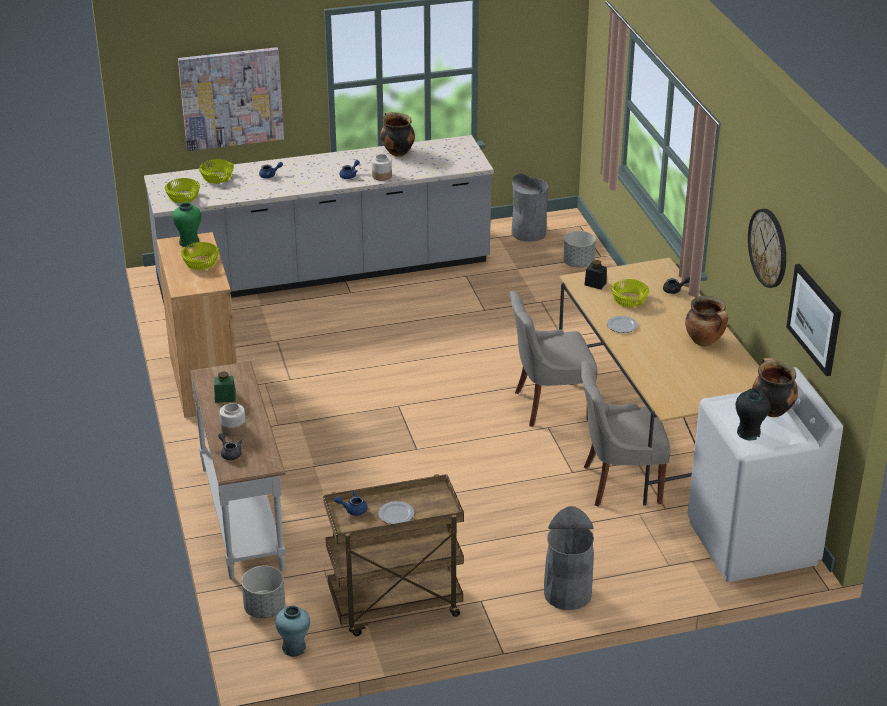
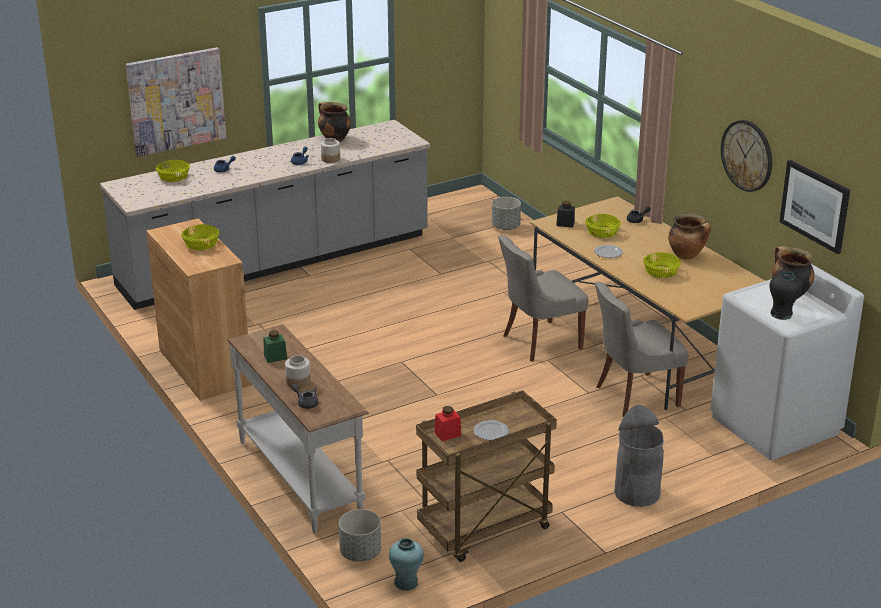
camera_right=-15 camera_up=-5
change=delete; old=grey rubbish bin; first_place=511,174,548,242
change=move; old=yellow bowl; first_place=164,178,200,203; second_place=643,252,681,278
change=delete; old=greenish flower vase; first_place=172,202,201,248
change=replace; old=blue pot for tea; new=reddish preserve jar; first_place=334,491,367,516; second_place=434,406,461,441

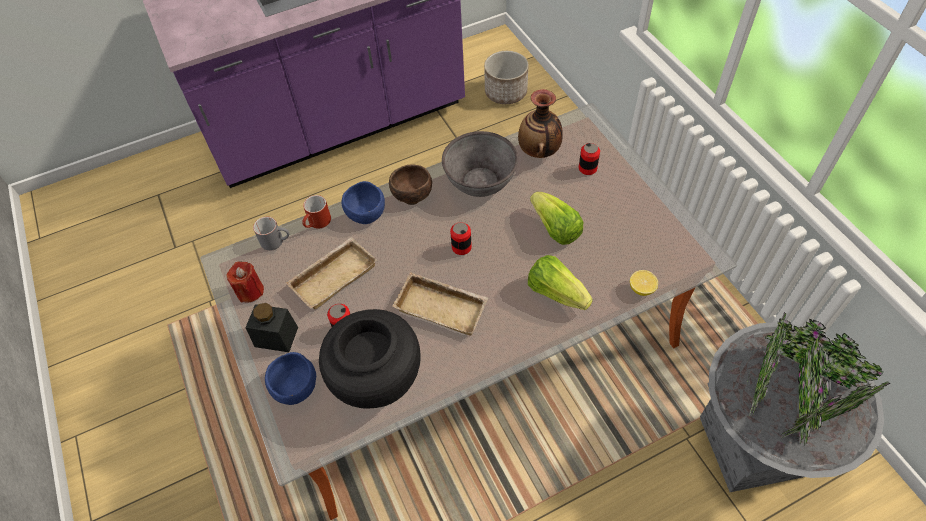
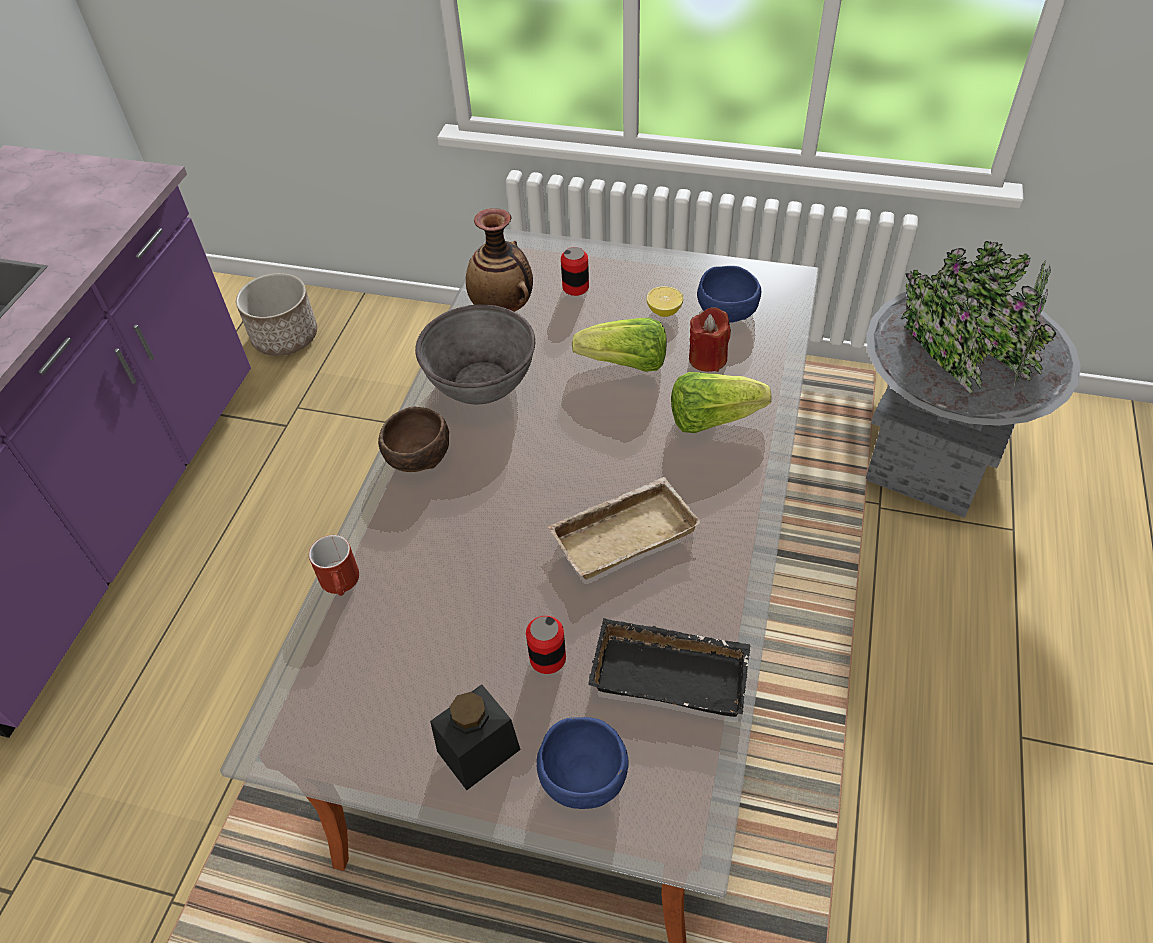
camera_right=-50 camera_up=-5
change=move; old=blue bowl; first_place=342,181,385,224; second_place=697,266,761,323
change=delete; old=grey tea mug; first_place=253,217,289,250
change=delete; old=sealed can; first_place=450,222,472,255
change=delete; old=sand-coloured carrying tray; first_place=286,237,377,310
change=move; old=reddish wax light; first_place=227,261,264,303; second_place=689,308,731,372
change=move; old=lemon; first_place=630,270,658,296; second_place=646,286,684,317
change=replace; old=black flower vase; new=black carrying tray; first_place=319,309,421,409; second_place=588,618,751,717

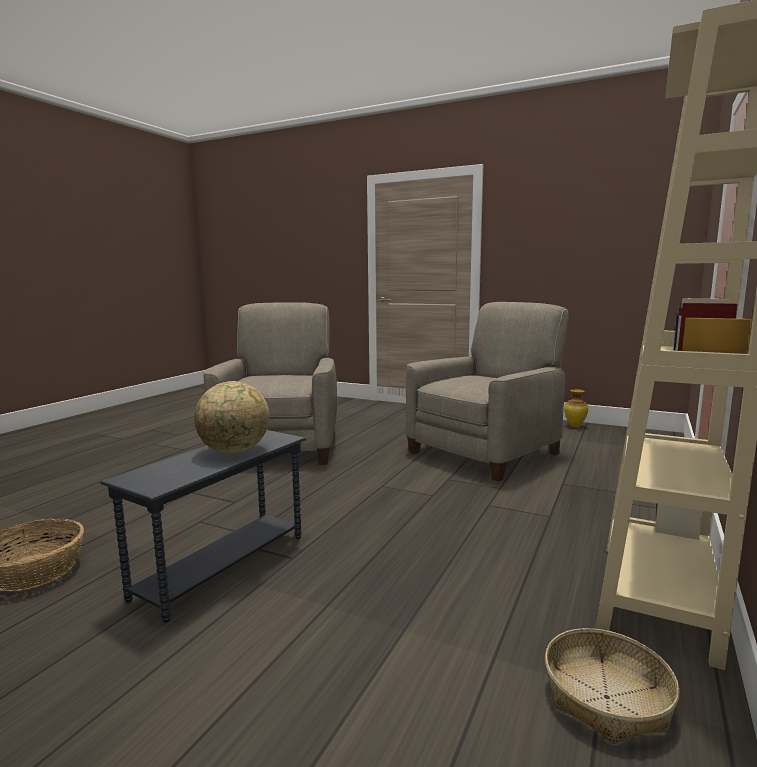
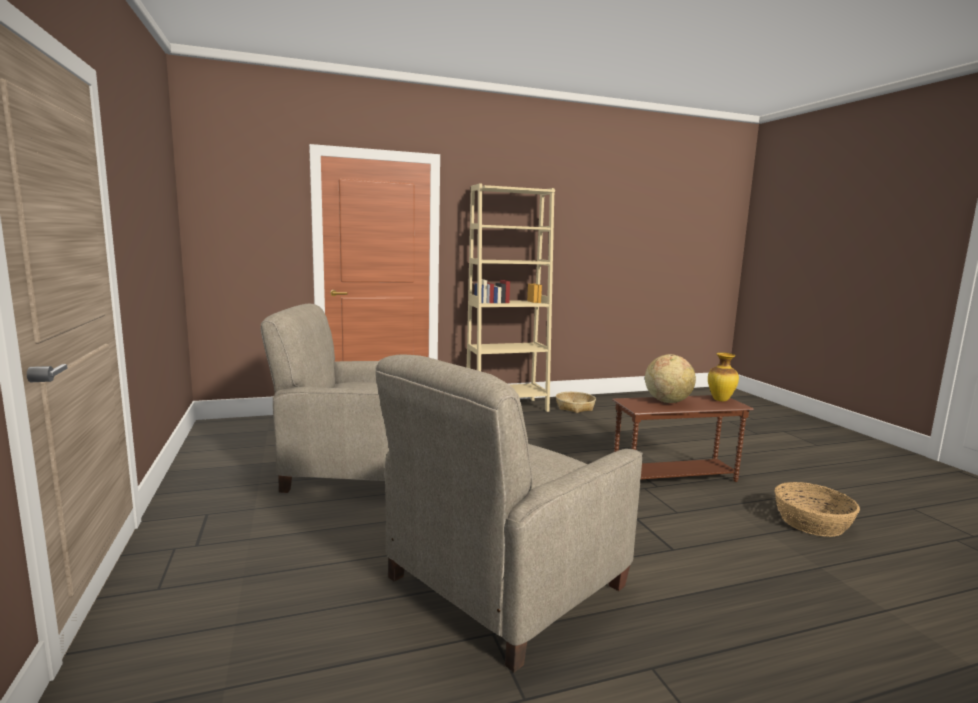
camera_right=-135 camera_up=0
change=move; old=flower vase; first_place=564,389,588,427; second_place=708,353,739,401
change=recolor; old=grey end table; new=brown-coloured end table; first_place=100,430,306,623; second_place=612,395,754,482

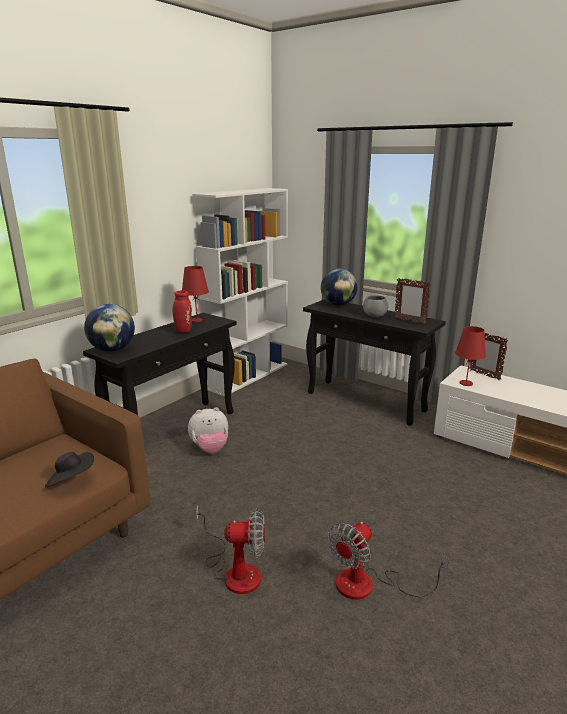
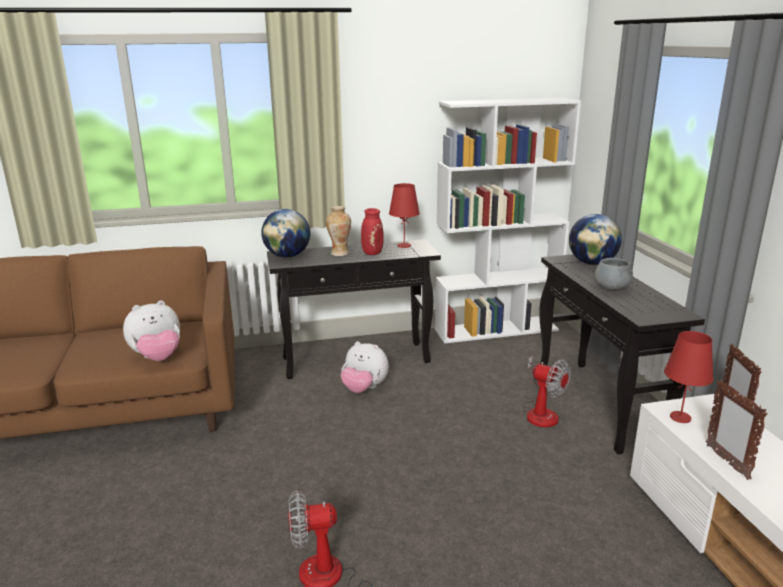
camera_right=40 camera_up=0
change=move; old=picture frame; first_place=394,278,431,324; second_place=706,380,768,480
change=replace; old=black clothing hat; new=plush toy; first_place=45,452,94,488; second_place=123,300,180,361
change=move; old=cooling fan; first_place=196,505,265,594; second_place=521,356,571,427
change=insert; new=flower vase; second_place=326,206,351,256

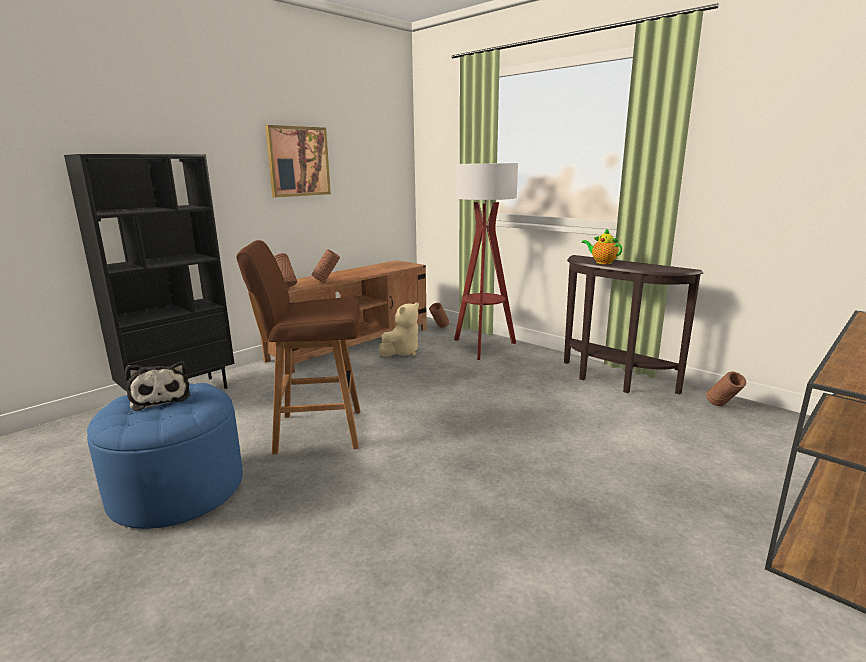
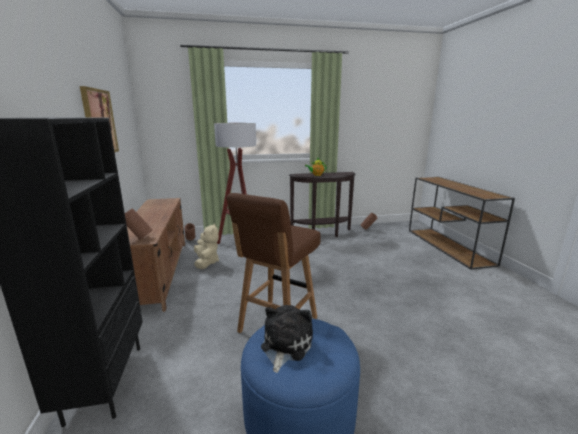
camera_right=-55 camera_up=0
change=delete; old=brown-coloured flower vase; first_place=312,249,340,282
change=rotate; old=plush toy; first_place=125,361,191,411; second_place=261,305,313,373; degrees=-75

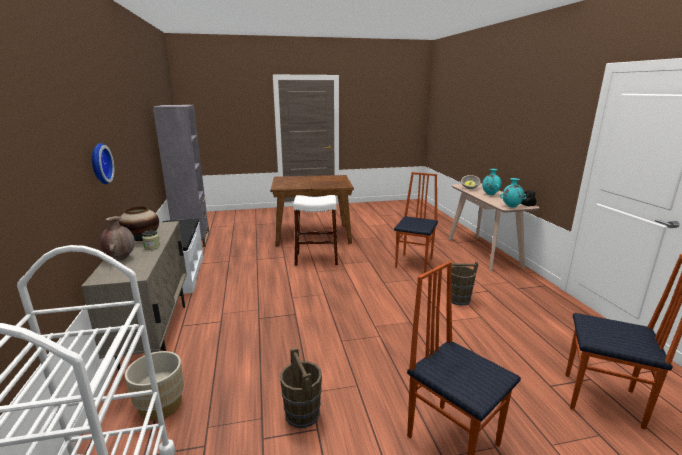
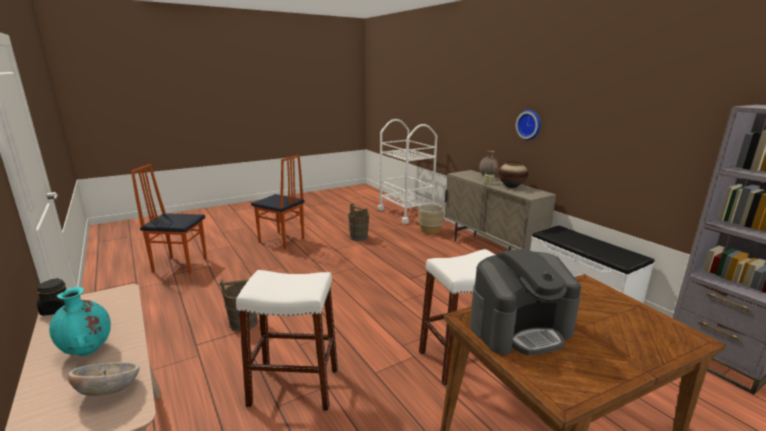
camera_right=160 camera_up=0
change=replace; old=plain chair; new=white-coloured stool seat; first_place=394,172,438,273; second_place=236,270,338,411
change=delete; old=blue-green flower vase; first_place=500,178,527,207
change=insert; new=coffee machine; second_place=470,249,581,355

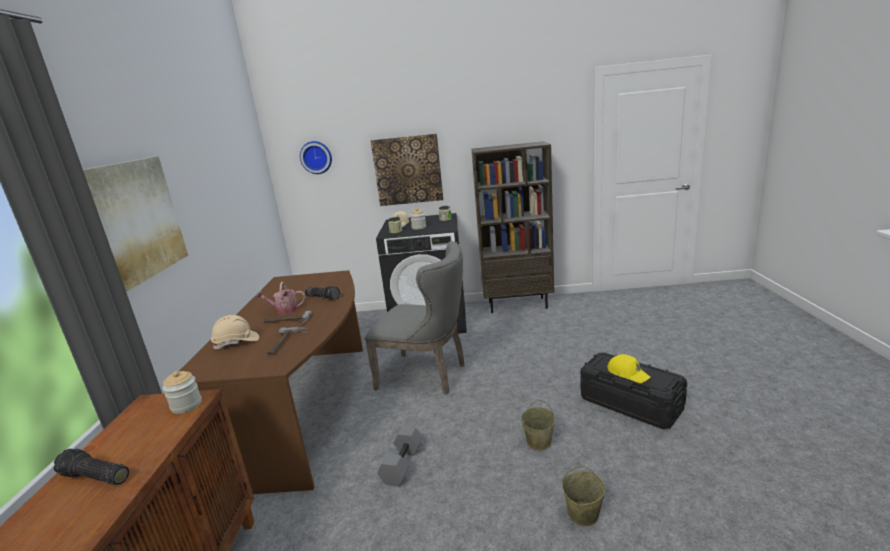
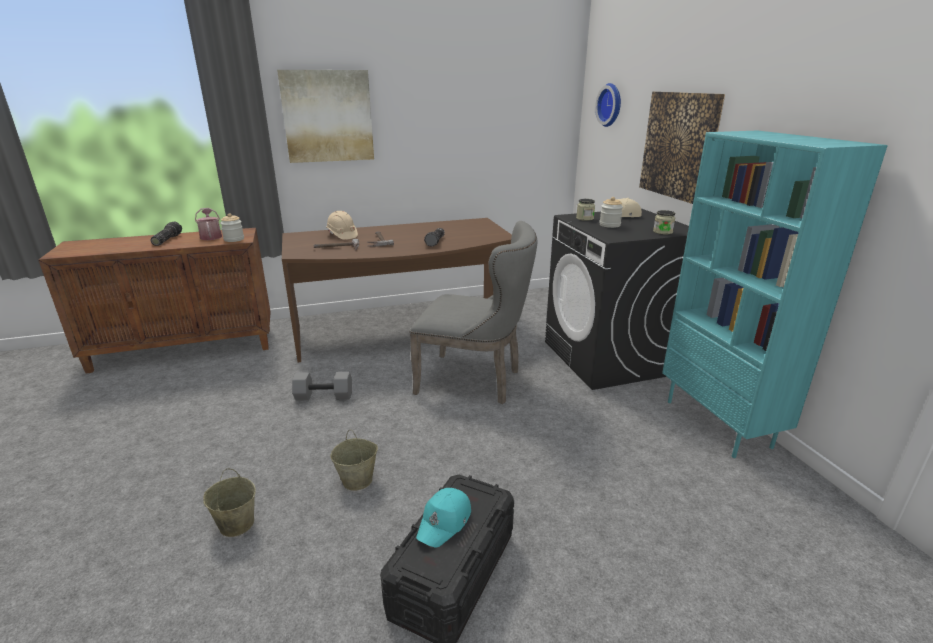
camera_right=70 camera_up=5
change=recolor; old=brown-coloured shelving unit; new=blue-green shelving unit; first_place=471,141,554,313; second_place=662,130,888,458
change=rotate; old=grey plain chair; first_place=365,241,465,395; second_place=409,221,538,404; degrees=-75
change=move; old=watering pot; first_place=256,282,305,314; second_place=195,208,222,240
change=recolor; old=yellow baseball cap; new=blue-green baseball cap; first_place=607,354,651,383; second_place=416,488,471,548

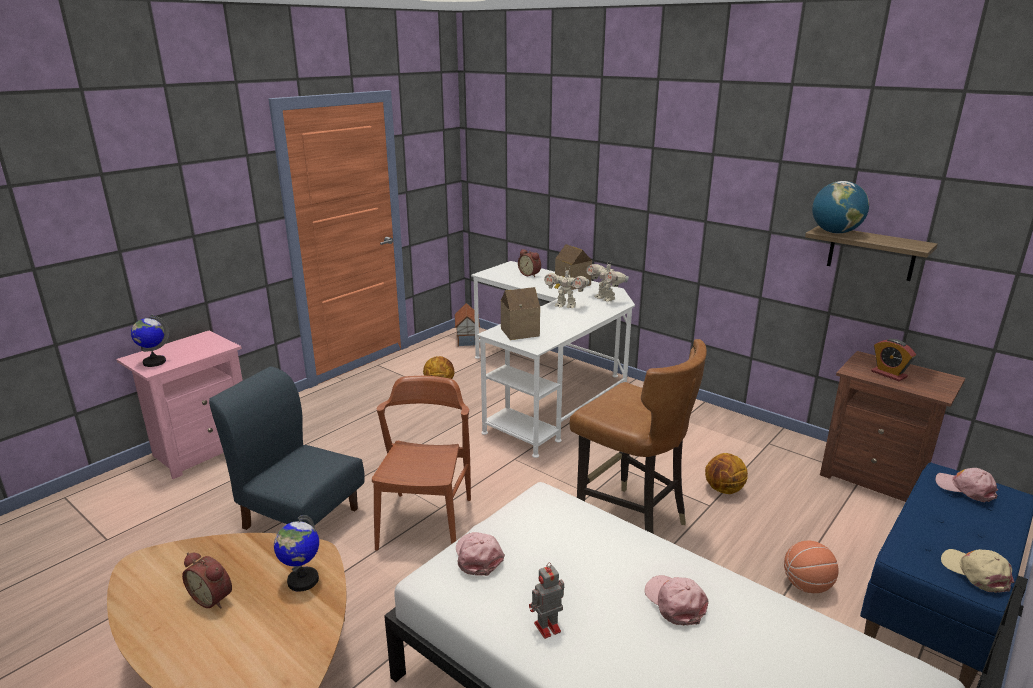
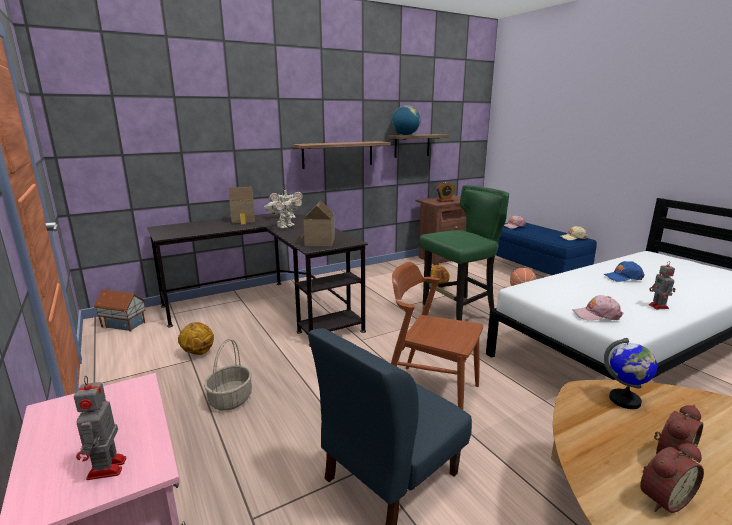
camera_right=-70 camera_up=-5
change=move; old=alarm clock; first_place=518,249,541,277; second_place=640,443,704,513
change=recolor; old=white-coloured desk; new=black desk; first_place=471,261,635,458; second_place=147,213,368,347
change=replace; old=desk globe; new=model robot; first_place=131,314,169,367; second_place=74,376,126,480
change=recolor; old=brown-coloured plain chair; new=greenish plain chair; first_place=570,339,707,534; second_place=419,185,509,321
change=recolor; old=pink-coloured baseball cap; new=blue baseball cap; first_place=644,575,709,626; second_place=603,261,645,282
change=insert; new=bracket shelf; second_place=293,141,391,169
change=insert; new=storage basket; second_place=204,339,252,411

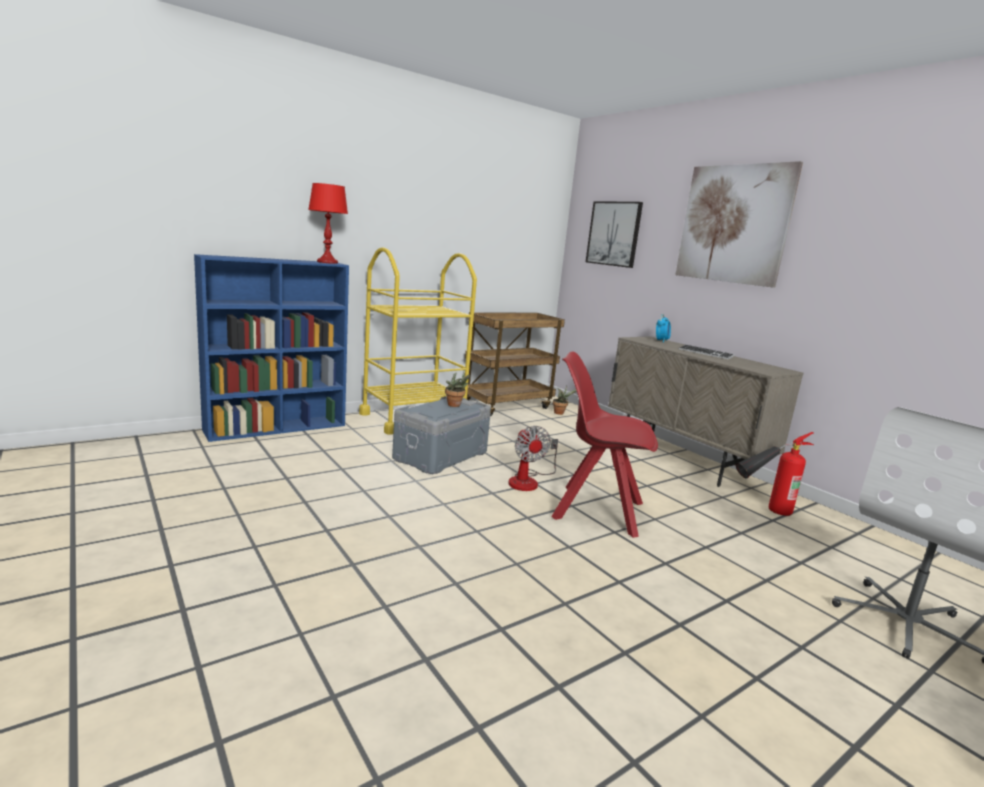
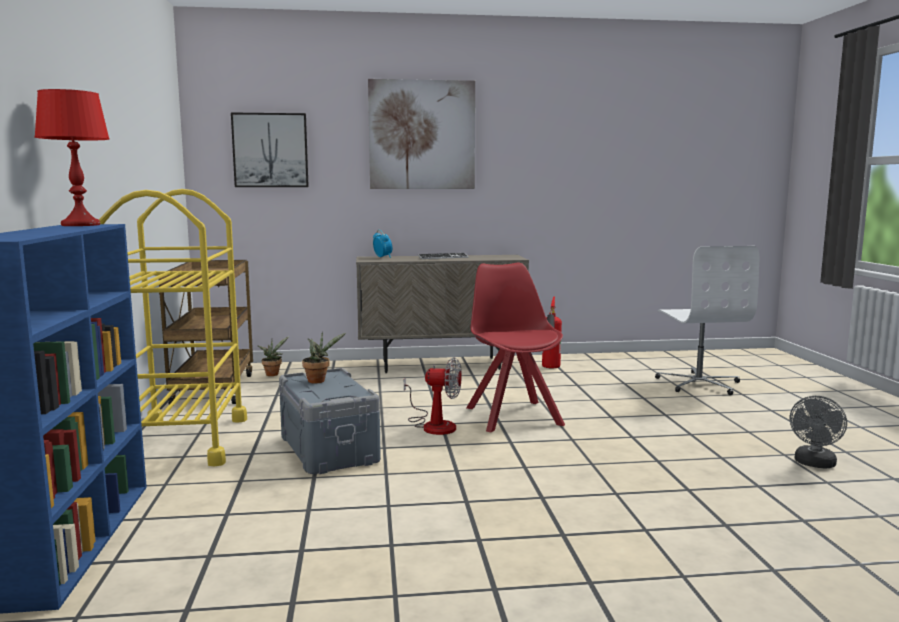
camera_right=-60 camera_up=-5
change=rotate; old=reddish plain chair; first_place=551,352,658,538; second_place=467,263,565,432; degrees=120
change=insert; new=grey cooling fan; second_place=790,396,847,469

